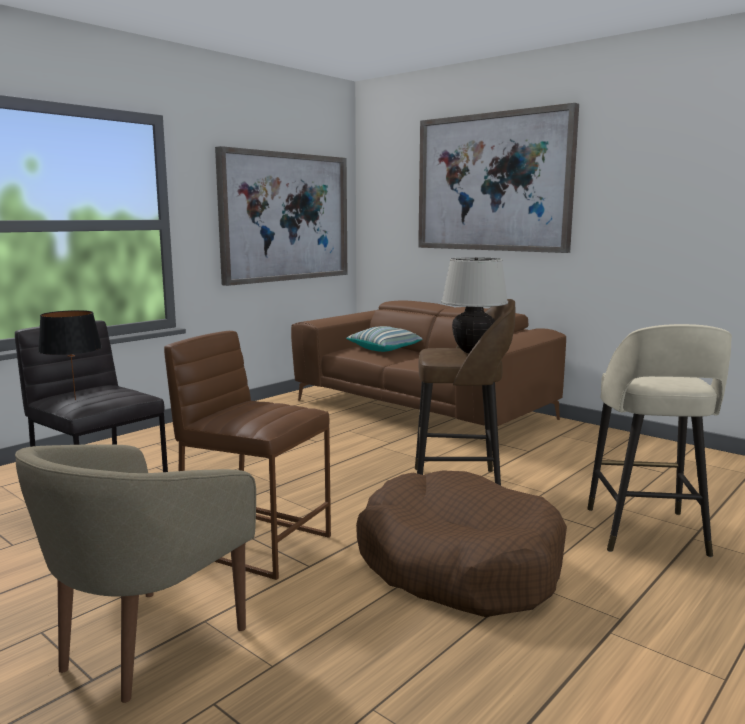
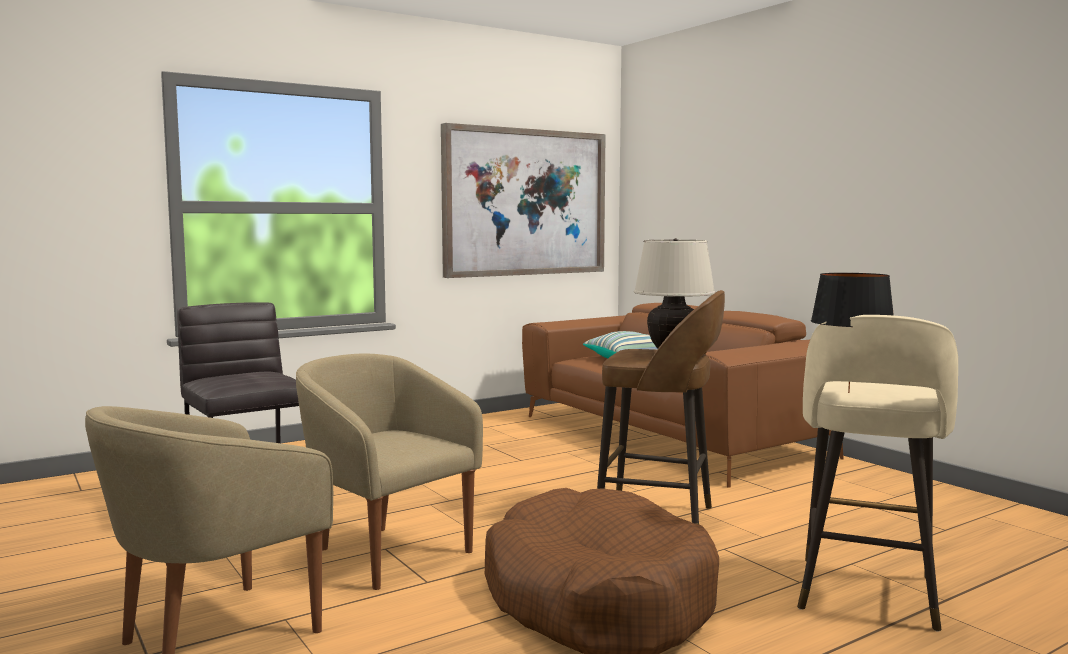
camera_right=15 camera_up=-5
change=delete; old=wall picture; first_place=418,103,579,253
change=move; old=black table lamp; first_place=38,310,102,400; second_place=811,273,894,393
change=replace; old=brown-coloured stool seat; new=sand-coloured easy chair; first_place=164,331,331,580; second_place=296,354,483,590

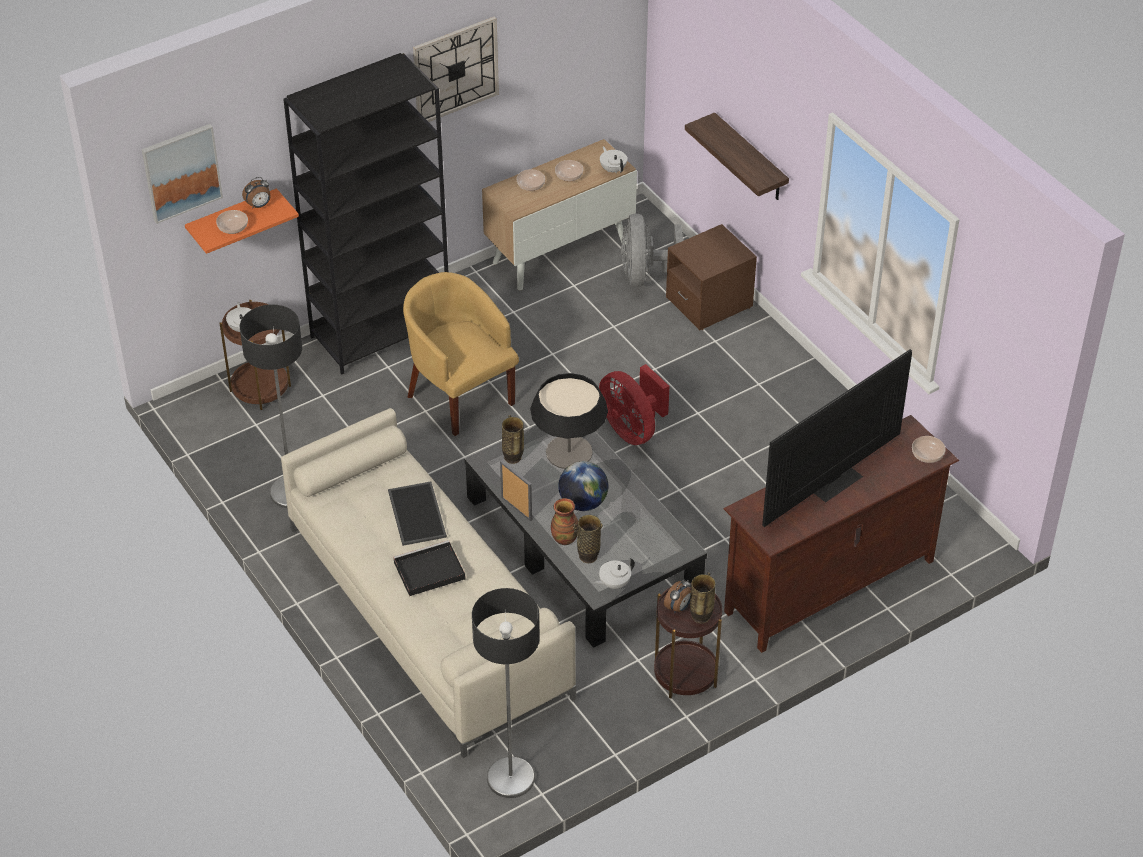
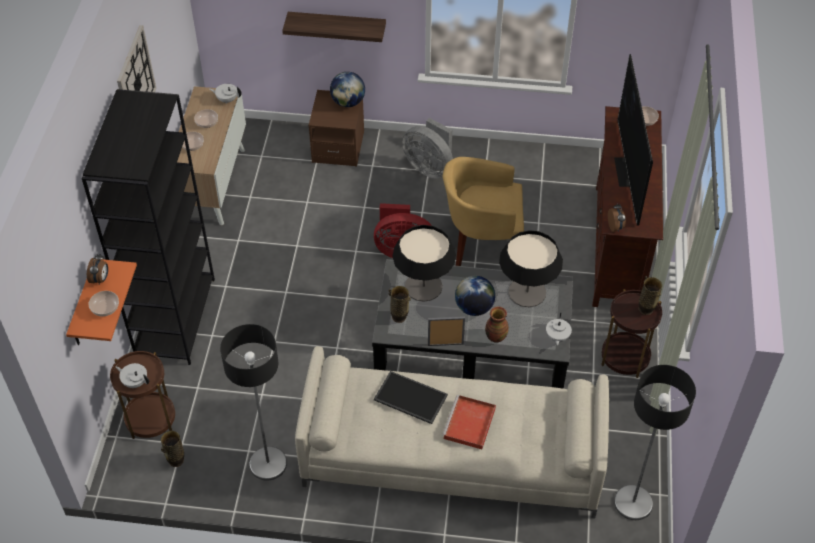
camera_right=-50 camera_up=5
change=delete; old=wall picture; first_place=142,124,223,224
change=move; old=grey cooling fan; first_place=621,214,683,287; second_place=402,118,453,178
change=move; old=yellow easy chair; first_place=403,272,519,436; second_place=443,157,524,266
change=move; old=flower vase; first_place=573,515,603,563; second_place=161,431,184,467
change=recolor; old=black carrying tray; new=reddish carrying tray; first_place=393,540,466,596; second_place=442,395,496,449
change=move; old=alarm clock; first_place=664,579,691,613; second_place=608,203,626,232
change=insert; new=desk globe; second_place=330,72,365,107
change=insert; new=table lamp; second_place=499,230,563,307

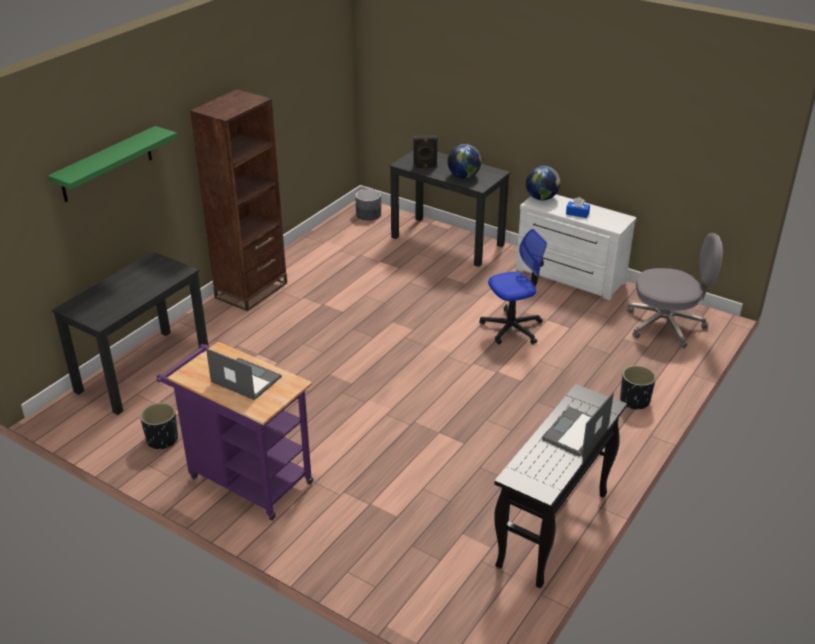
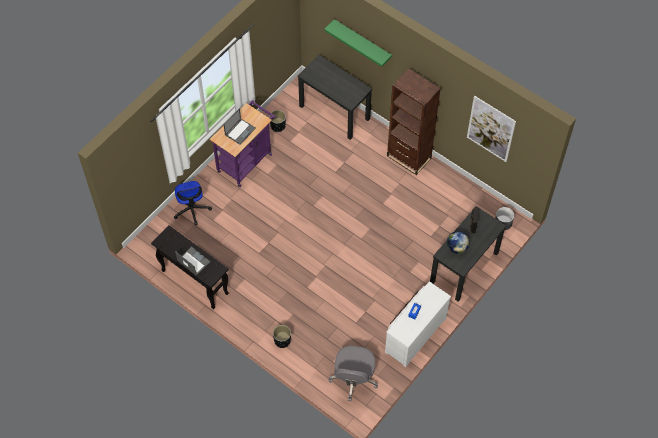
camera_right=95 camera_up=25
change=delete; old=desk globe; first_place=526,166,560,200
change=move; old=desk chair; first_place=479,229,547,345; second_place=174,181,212,225
change=insert; new=wall picture; second_place=467,96,516,162

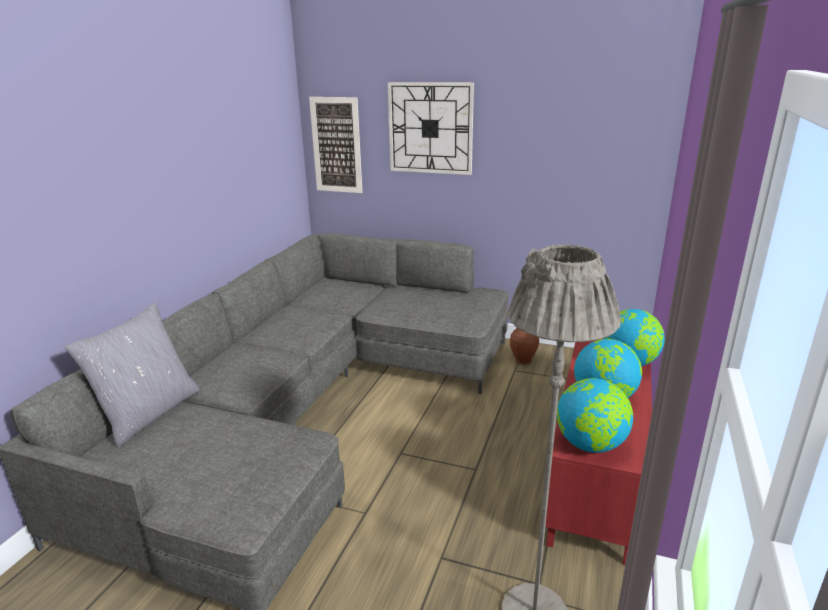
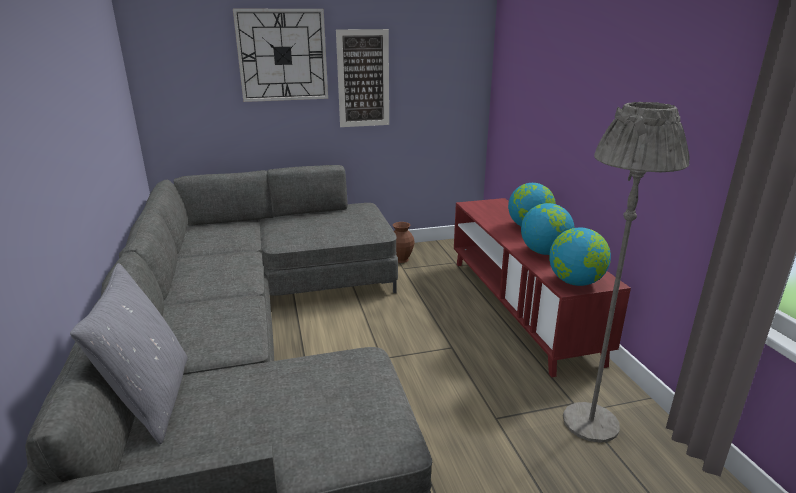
camera_right=-35 camera_up=0
change=move; old=wall picture; first_place=309,97,362,193; second_place=336,29,389,127

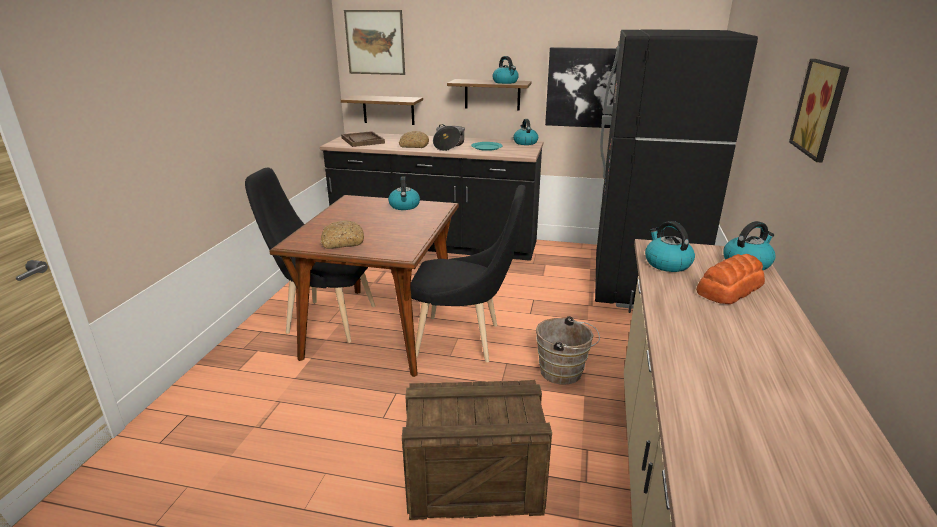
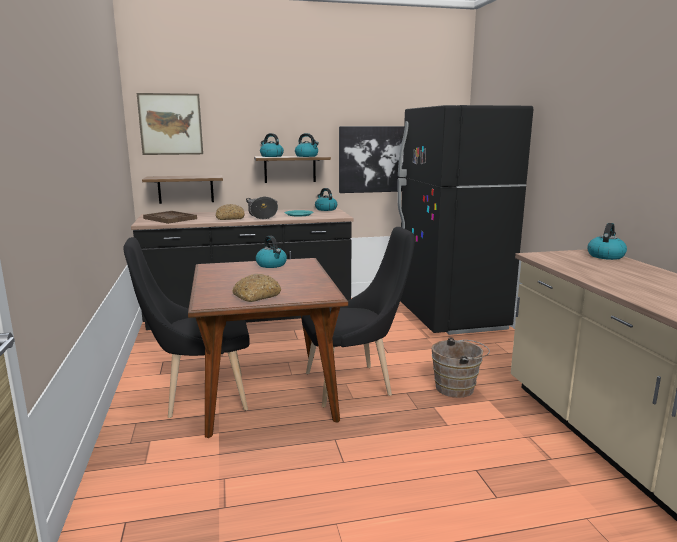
camera_right=-25 camera_up=-10
change=delete; old=wall picture; first_place=789,59,849,162
change=move; old=water kettle; first_place=645,221,695,272; second_place=260,133,284,157
change=delete; old=baked bread; first_place=696,254,765,304
change=delete; old=shipping crate; first_place=402,380,552,520

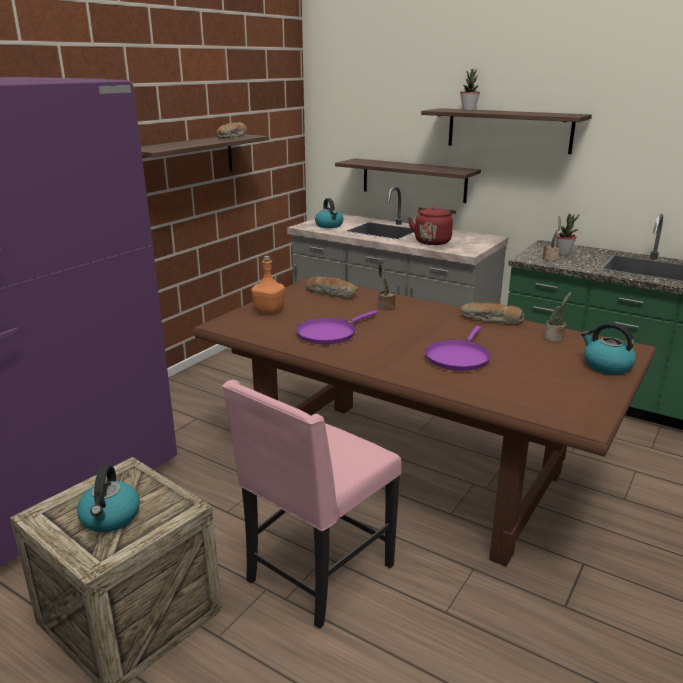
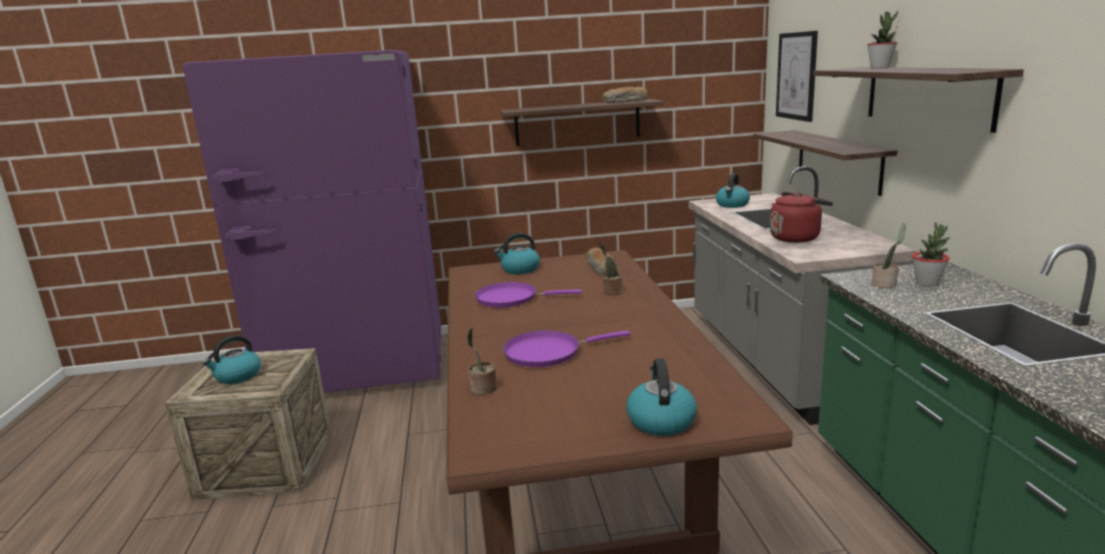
camera_right=50 camera_up=-5
change=replace; old=orange beverage bottle; new=water kettle; first_place=251,256,285,314; second_place=494,233,540,274
change=move; old=plant in a pot; first_place=544,292,571,342; second_place=467,327,497,395
change=delete; old=baked bread; first_place=460,302,524,324
change=delete; old=pink-coloured plain chair; first_place=222,380,402,629
change=insert; new=wall picture; second_place=776,31,818,122

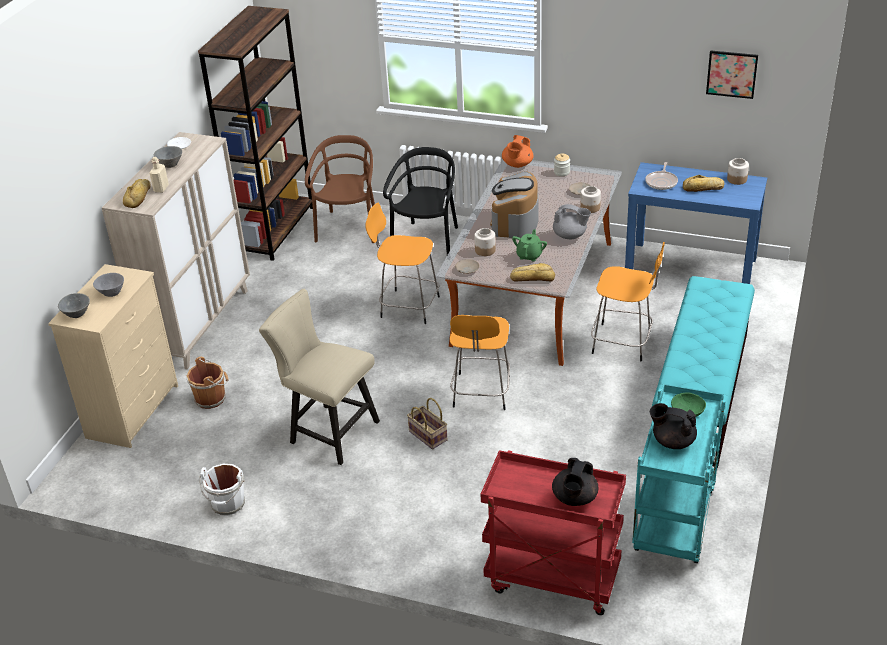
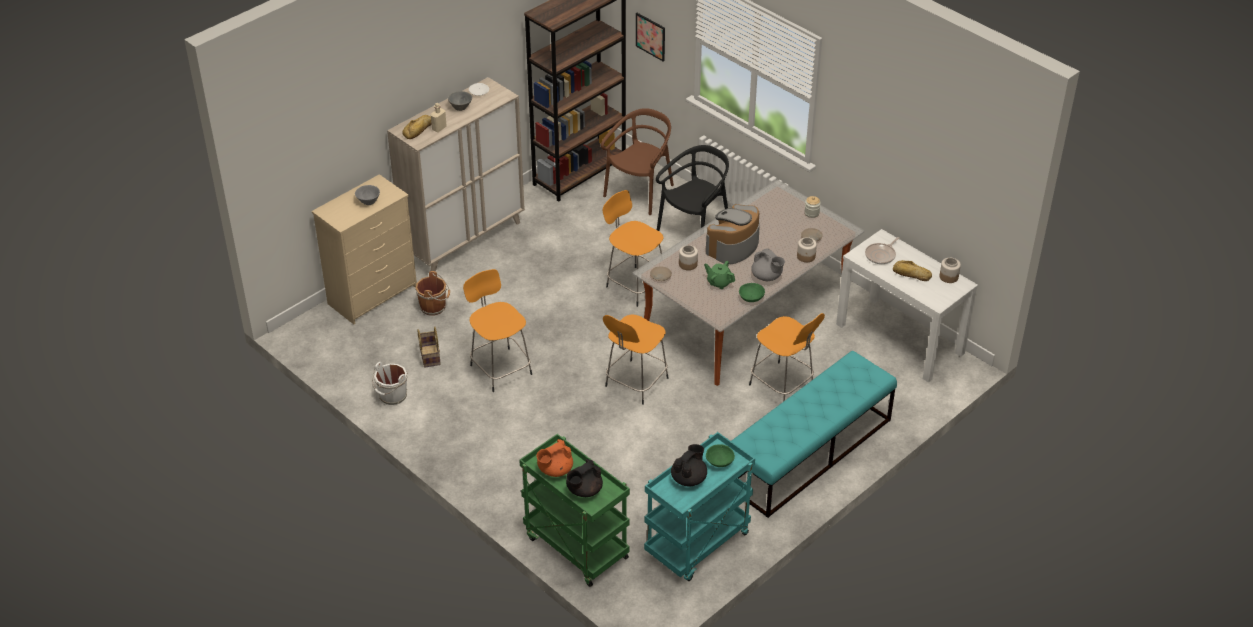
camera_right=25 camera_up=5
change=move; old=wall picture; first_place=706,50,758,99; second_place=636,13,665,62
change=move; old=orange pot for tea; first_place=502,135,533,168; second_place=536,439,573,477
change=recolor; old=blue console table; new=white-coloured console table; first_place=625,162,767,284; second_place=836,229,978,382
change=rotate; old=greenish pot for tea; first_place=512,229,547,261; second_place=704,261,735,289; degrees=-105
change=delete; old=baked bread; first_place=510,263,555,282
change=replace; old=sand-coloured plain chair; new=orange stool seat; first_place=259,289,380,465; second_place=463,269,532,392
change=delete; old=grey bowl; first_place=58,293,90,318
change=move; old=storage basket; first_place=407,398,447,450; second_place=417,327,441,368
change=rotate; old=black pot for tea; first_place=650,403,697,449; second_place=671,444,707,486; degrees=75
change=recolor; old=reddish cart; new=greenish cart; first_place=481,450,626,615; second_place=519,434,630,587
change=insert; new=greenish bowl; second_place=739,283,765,302

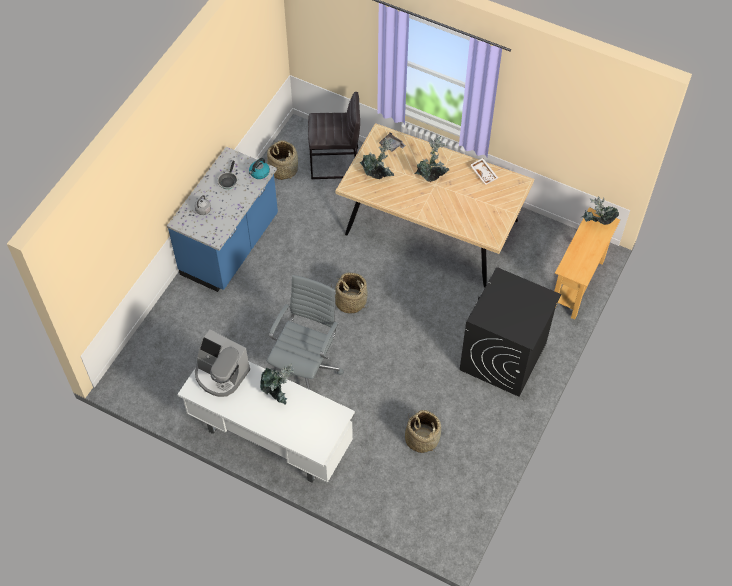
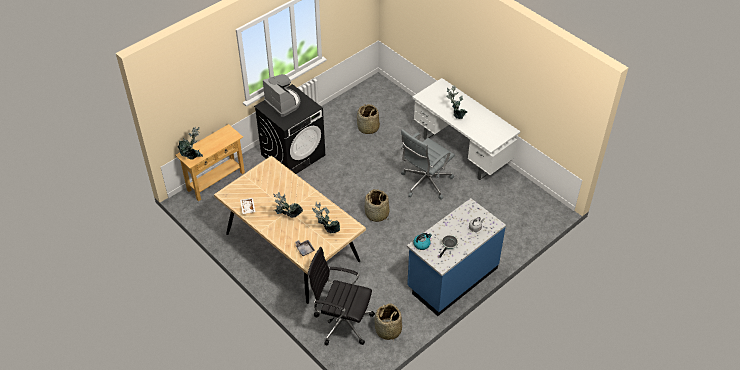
camera_right=-160 camera_up=-10
change=replace; old=grey stool seat; new=black desk chair; first_place=308,92,360,179; second_place=307,247,375,346
change=move; old=coffee machine; first_place=195,330,250,397; second_place=263,74,301,117

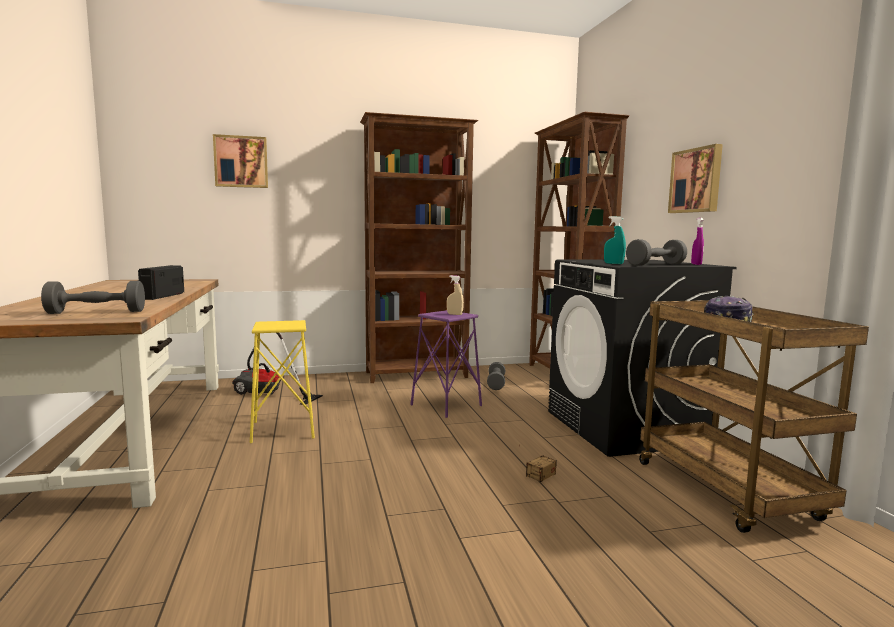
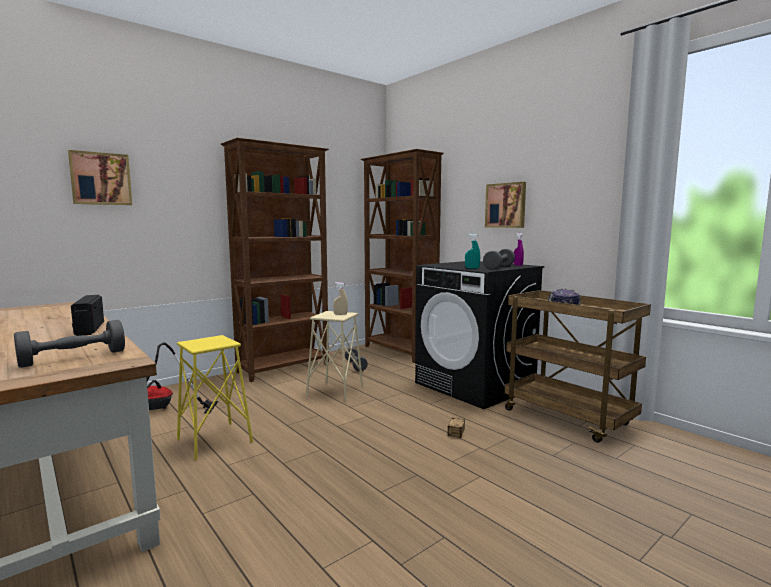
camera_right=-25 camera_up=0
change=recolor; old=purplish stool seat; new=sand-coloured stool seat; first_place=410,310,482,418; second_place=306,311,363,402

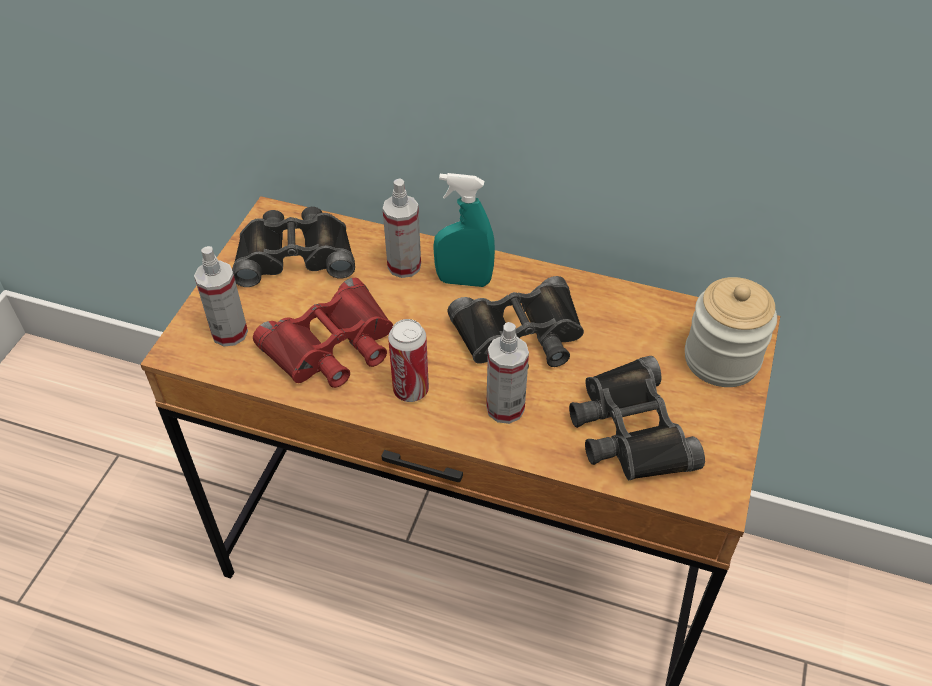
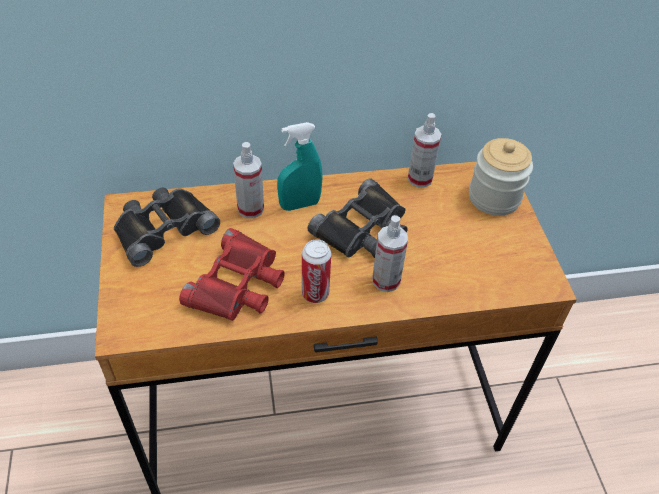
camera_right=-30 camera_up=0
change=move; old=sprayer; first_place=194,246,248,346; second_place=408,113,442,188
change=delete; old=black pair of binoculars; first_place=569,356,705,480

